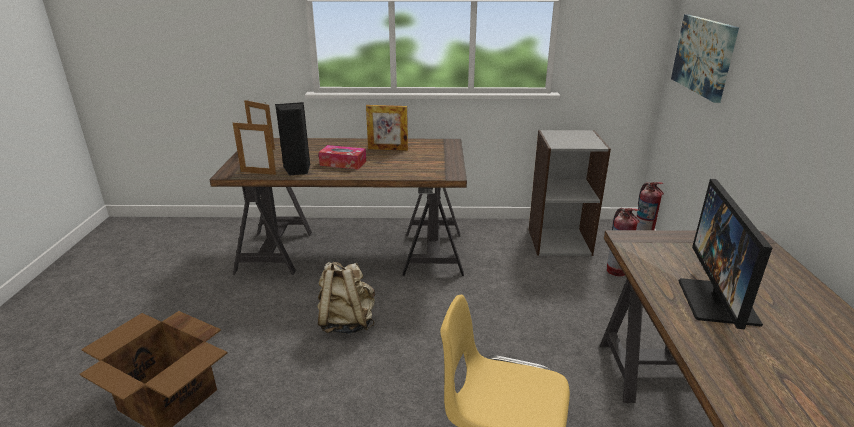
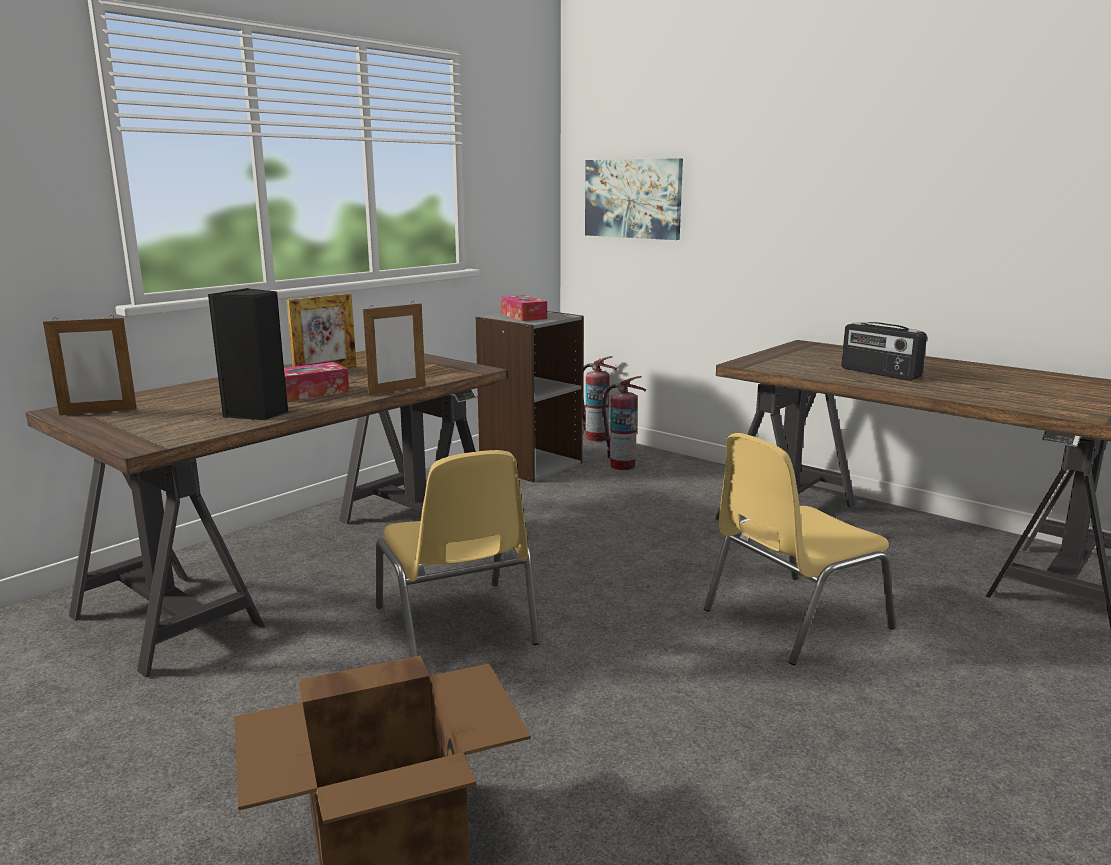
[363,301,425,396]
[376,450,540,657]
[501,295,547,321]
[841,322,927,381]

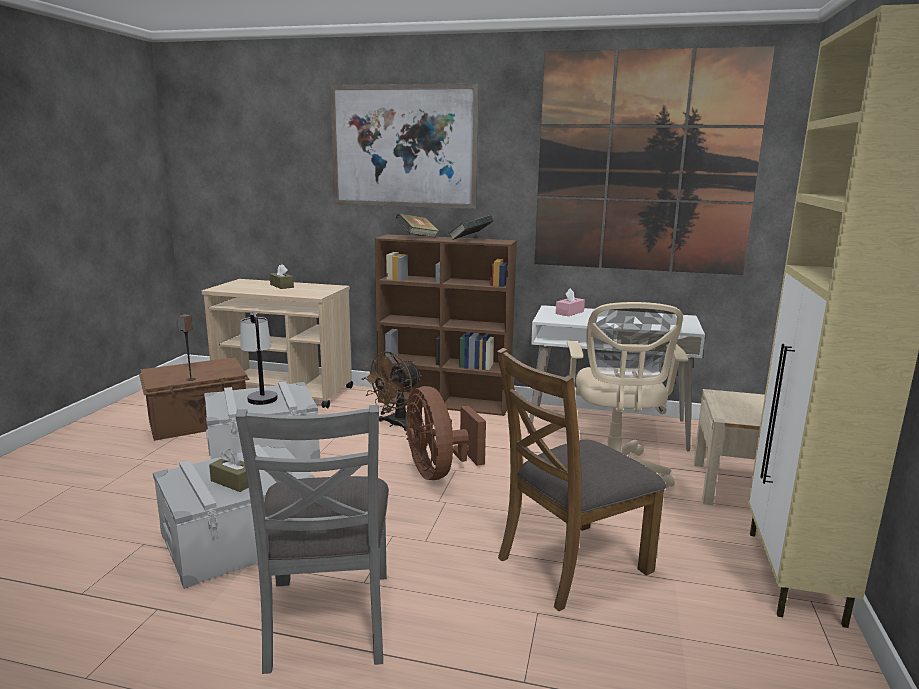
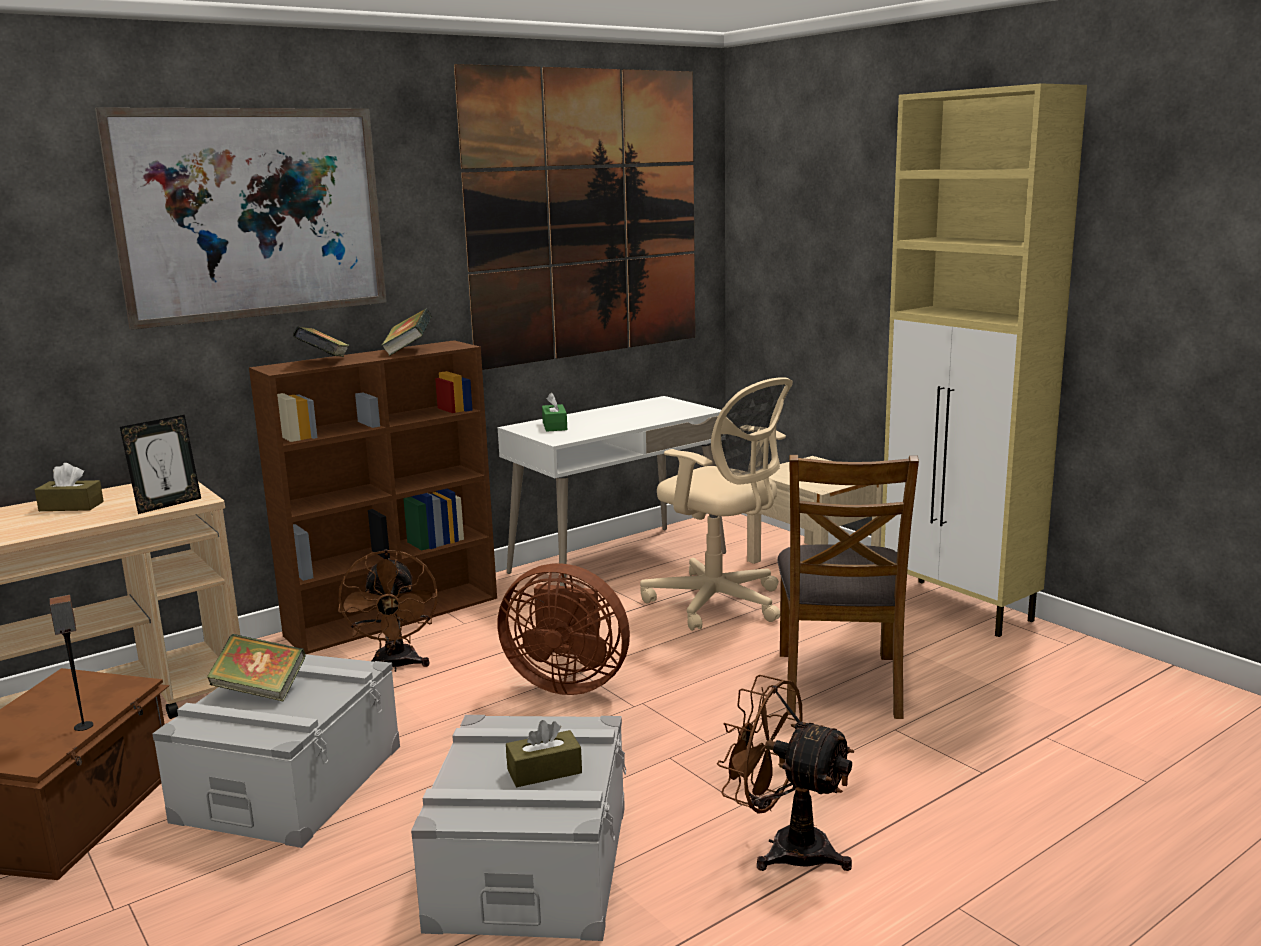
[120,415,201,514]
[207,634,306,702]
[542,392,567,432]
[717,674,854,871]

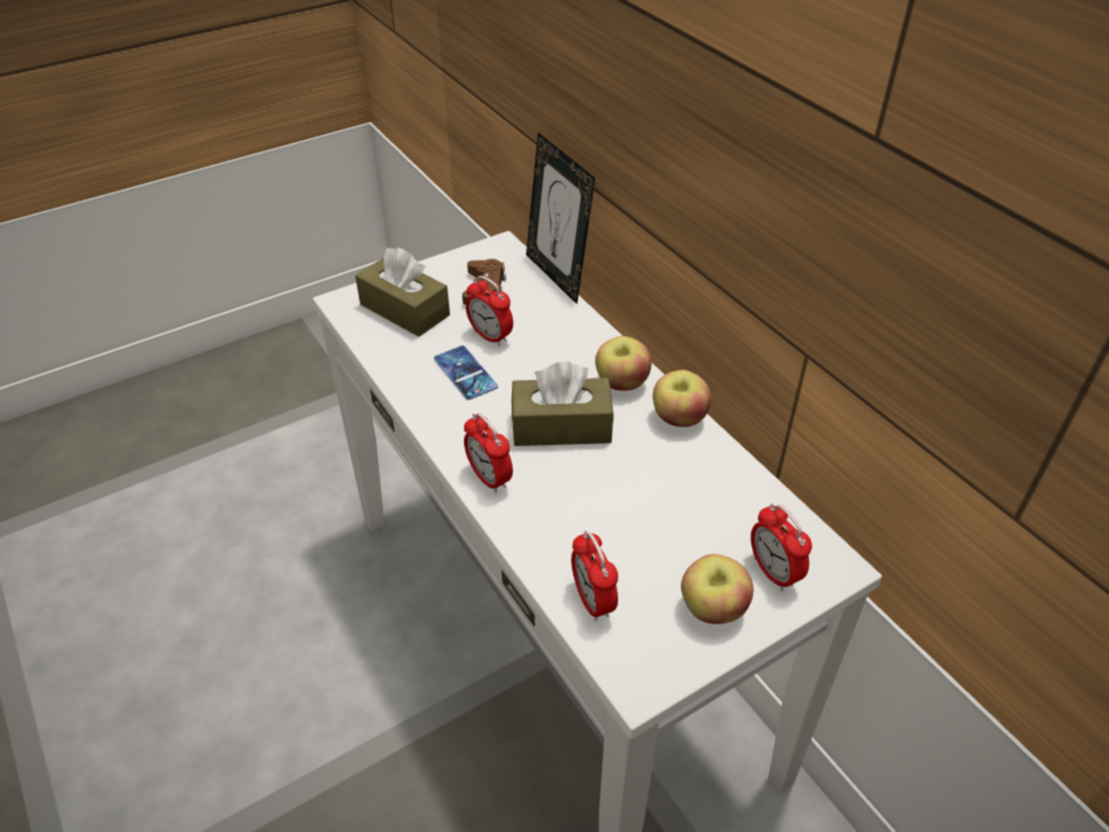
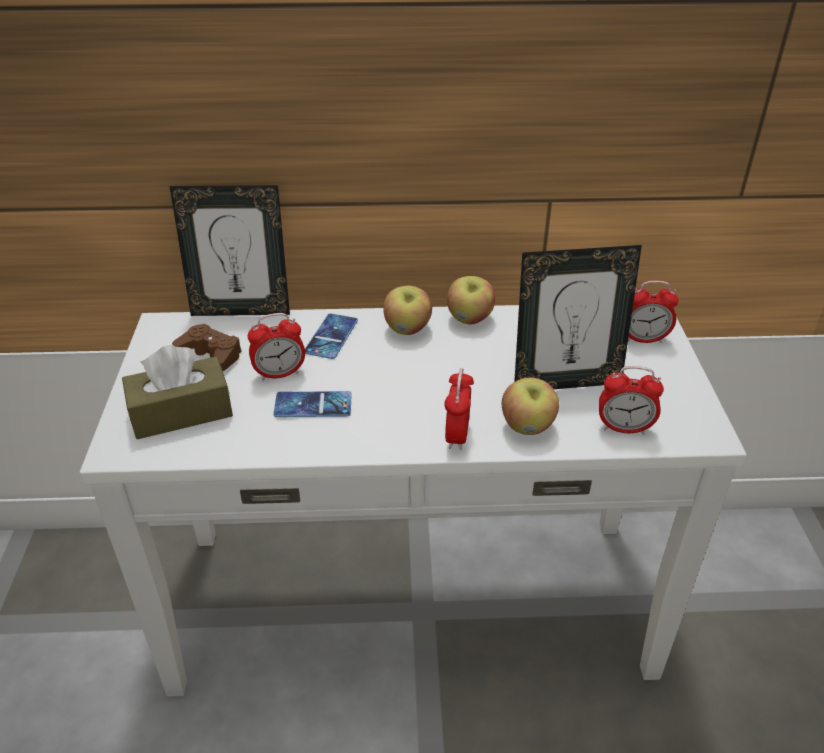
[305,313,358,359]
[444,368,474,450]
[502,377,559,435]
[514,245,642,389]
[512,361,614,446] (first image)

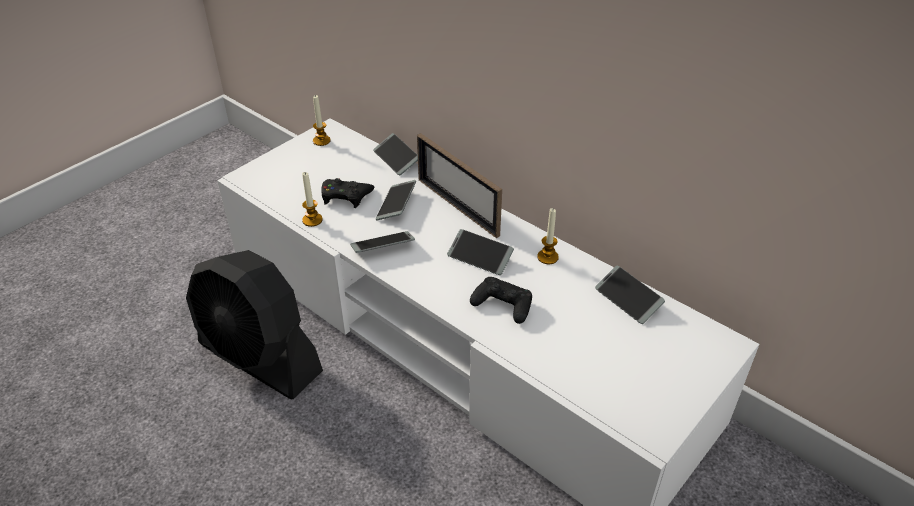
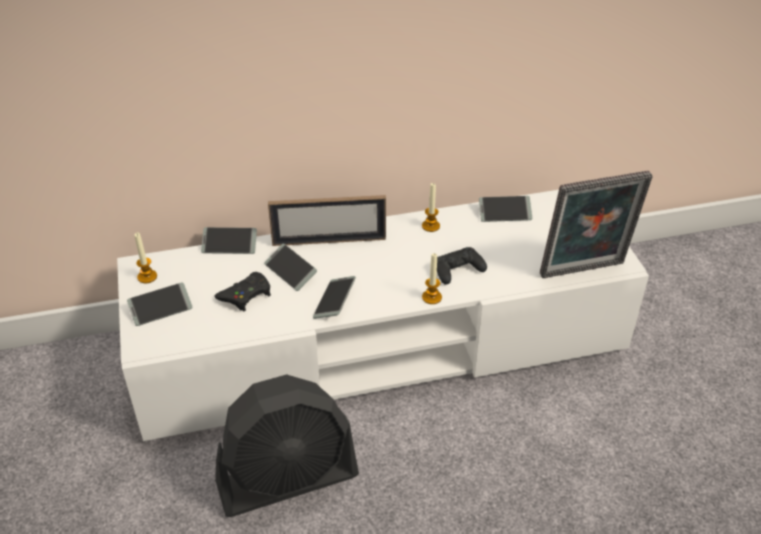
[127,283,192,326]
[422,253,442,304]
[540,171,653,278]

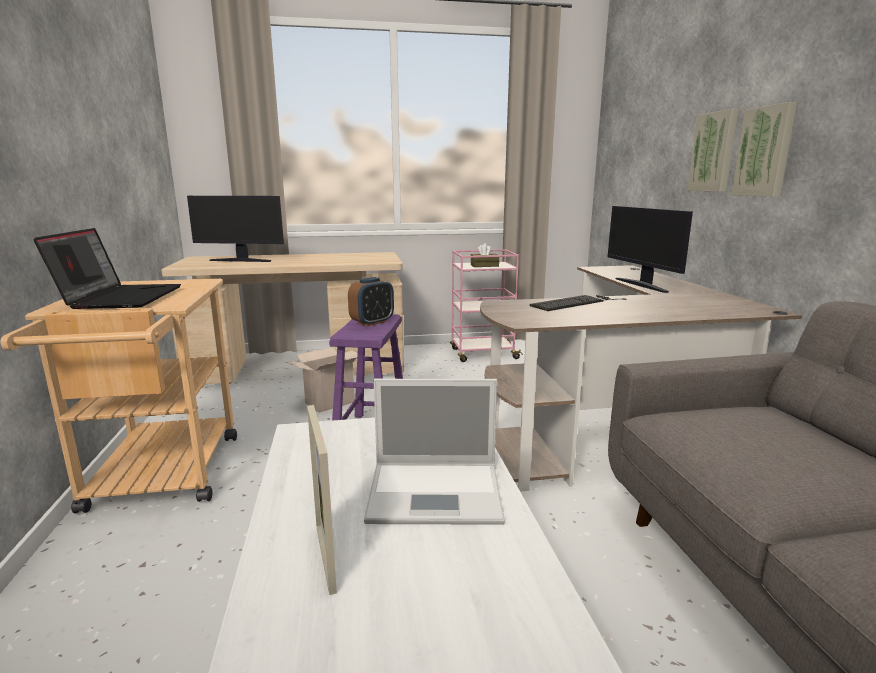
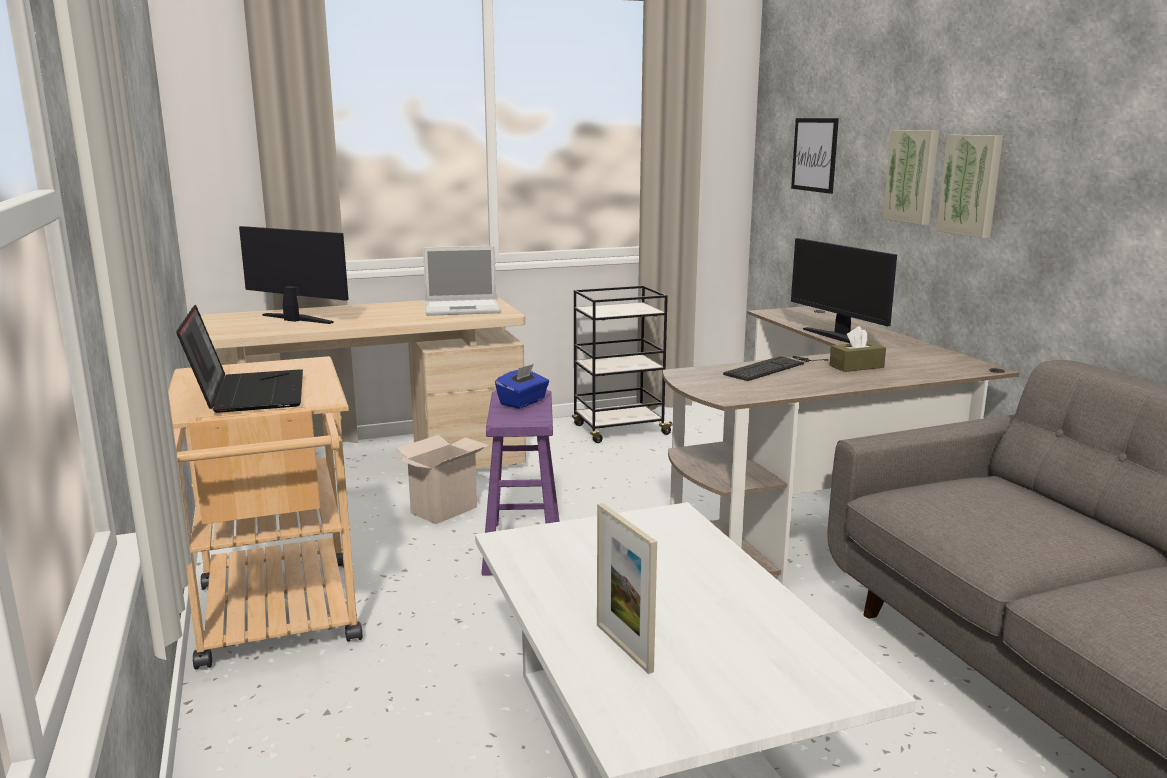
[239,226,349,324]
[423,246,501,316]
[495,364,549,409]
[572,286,673,443]
[791,118,839,194]
[829,326,886,372]

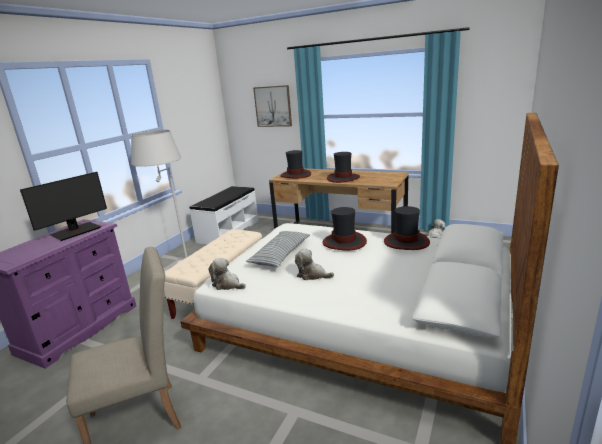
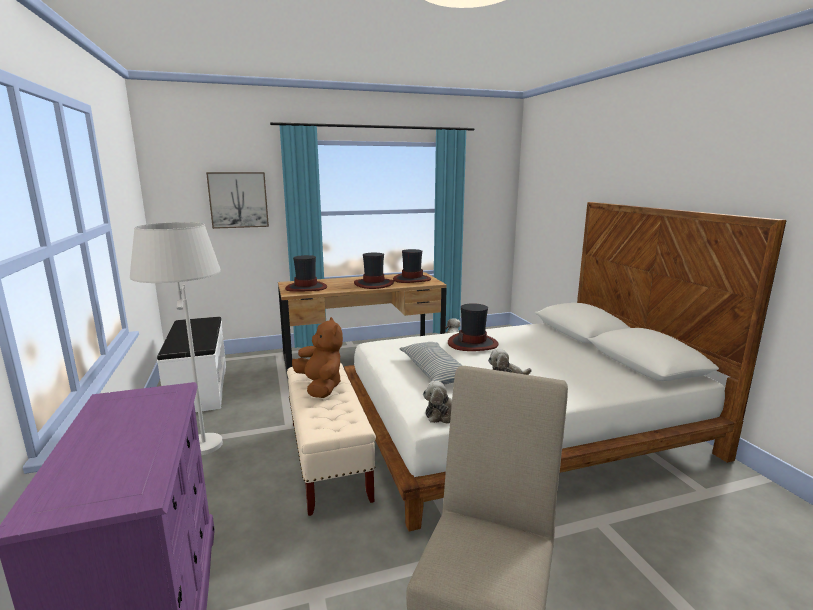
[292,317,343,398]
[393,249,431,283]
[20,172,107,241] (first image)

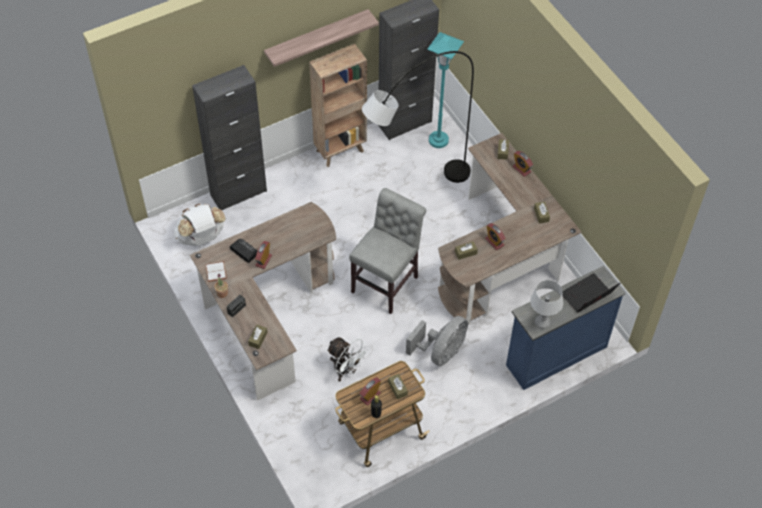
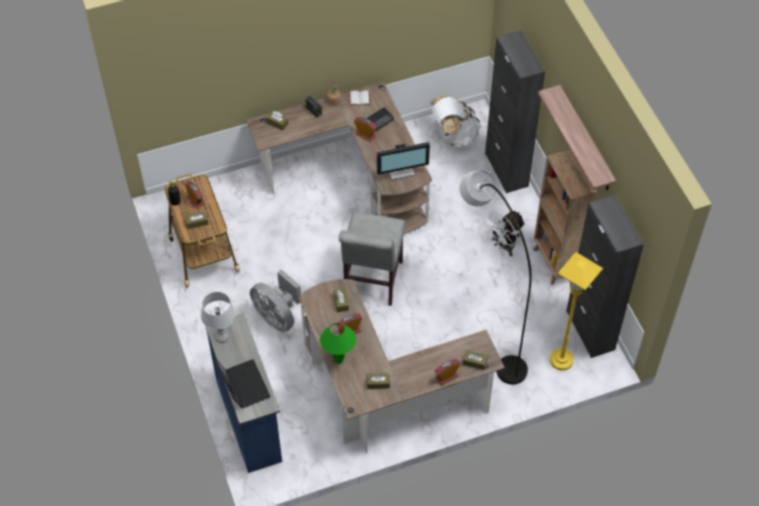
[320,323,356,364]
[339,212,405,306]
[377,142,430,181]
[483,211,525,256]
[550,252,603,371]

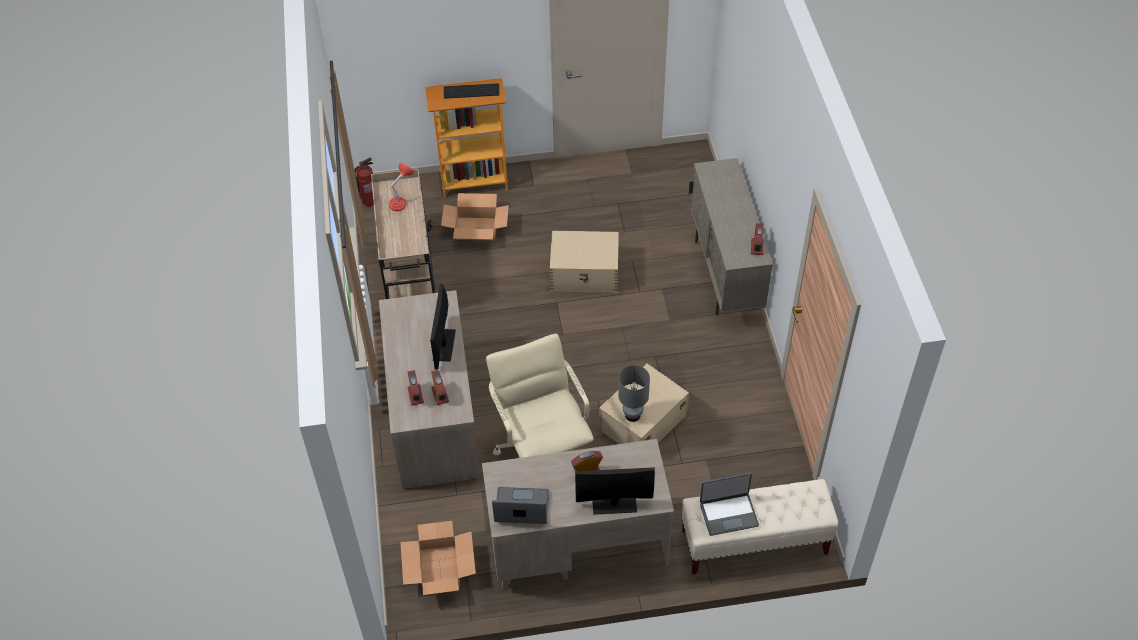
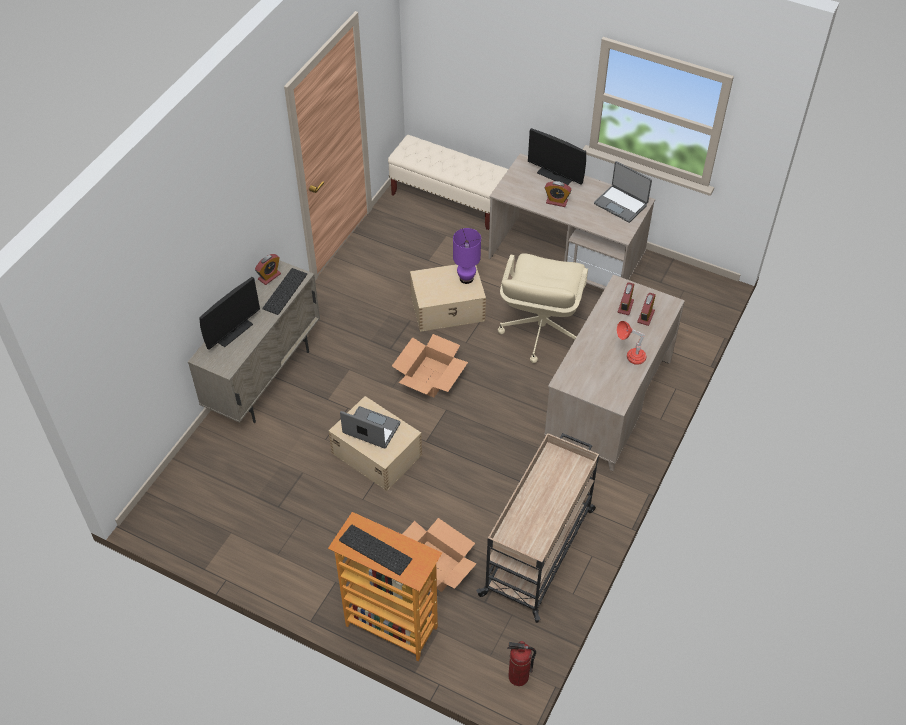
[199,277,260,350]
[262,268,307,315]
[340,406,400,449]
[392,334,468,397]
[453,228,481,284]
[617,321,646,365]

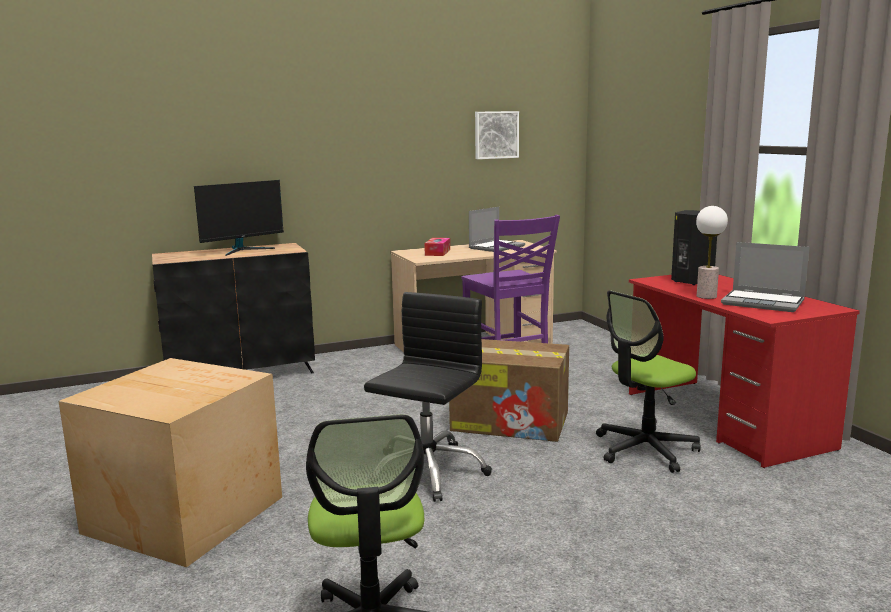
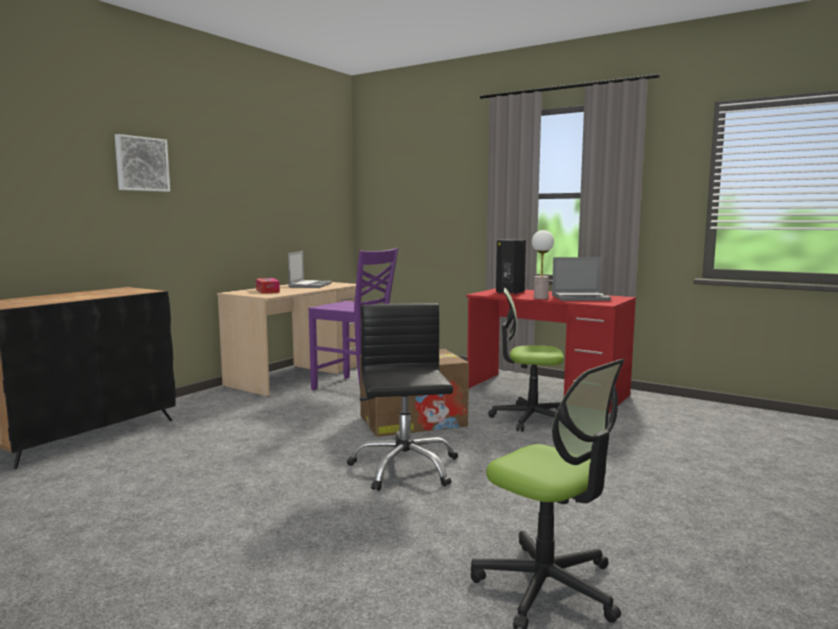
[115,134,170,192]
[488,288,564,432]
[59,358,282,567] (first image)
[194,180,284,256] (first image)

